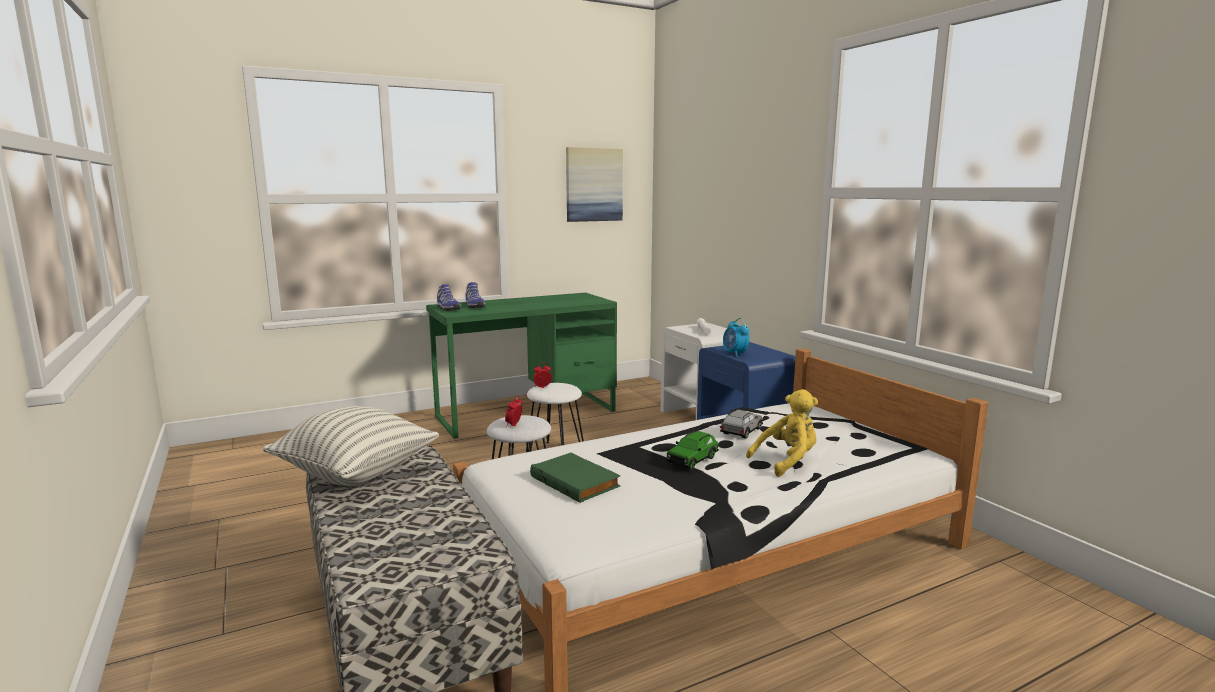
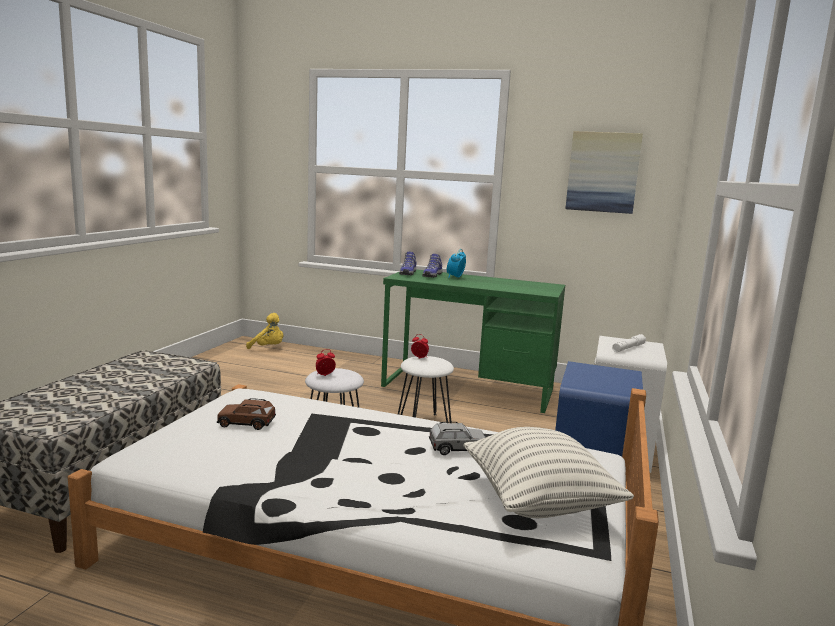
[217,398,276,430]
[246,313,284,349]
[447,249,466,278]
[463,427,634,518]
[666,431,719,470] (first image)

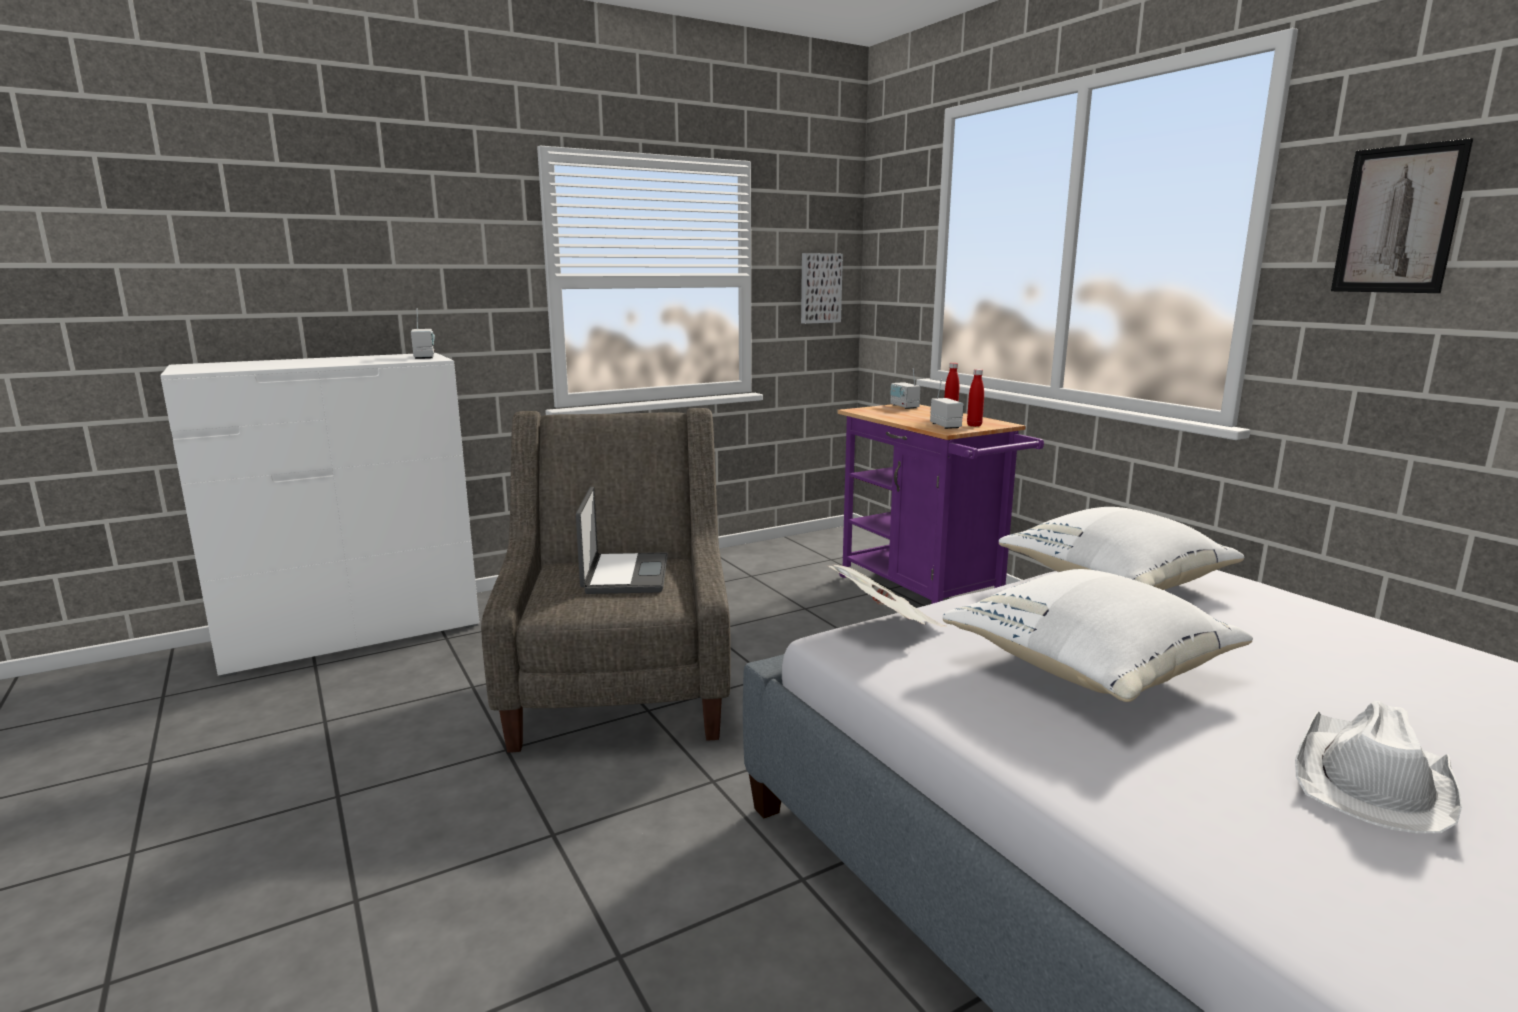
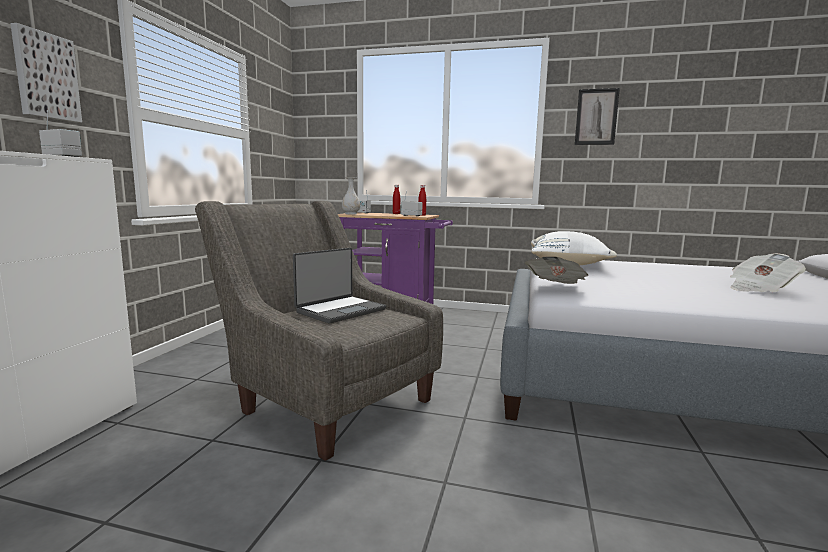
[10,23,82,123]
[293,248,386,323]
[342,177,360,215]
[730,253,806,292]
[943,569,1253,702] (first image)

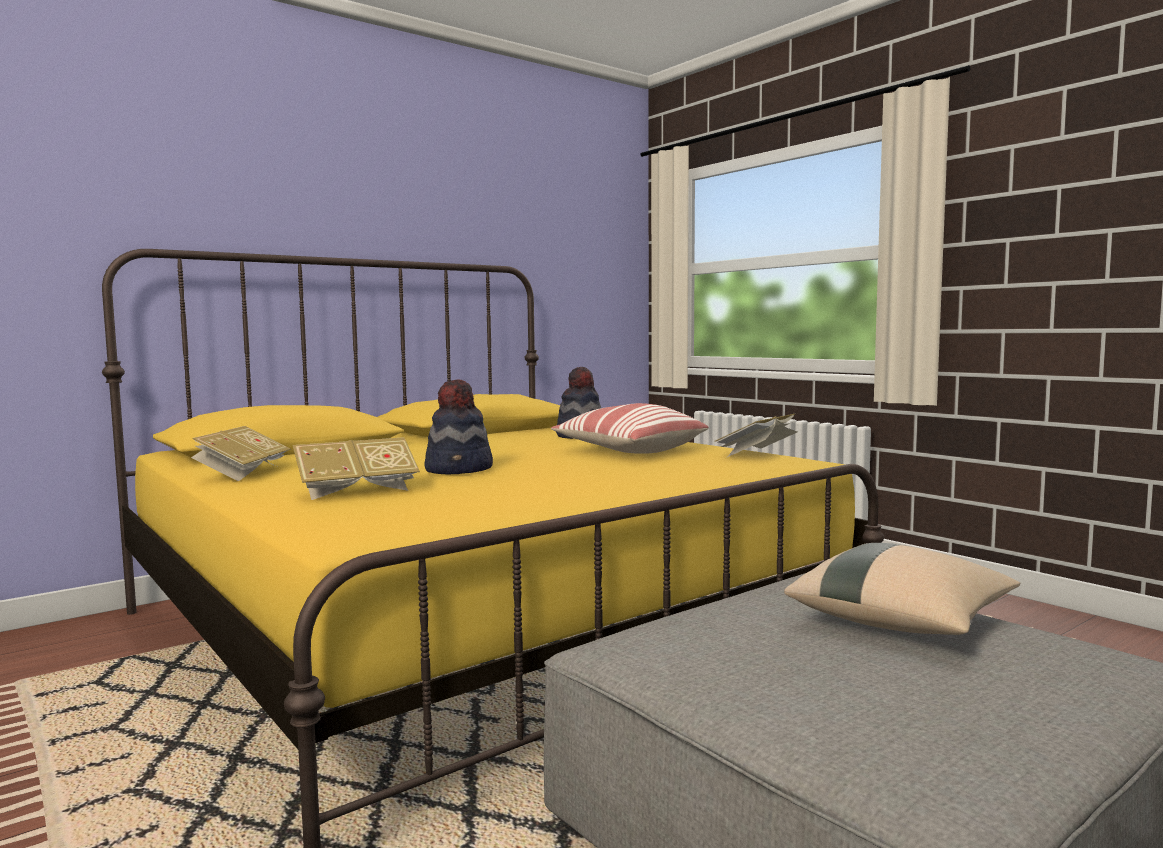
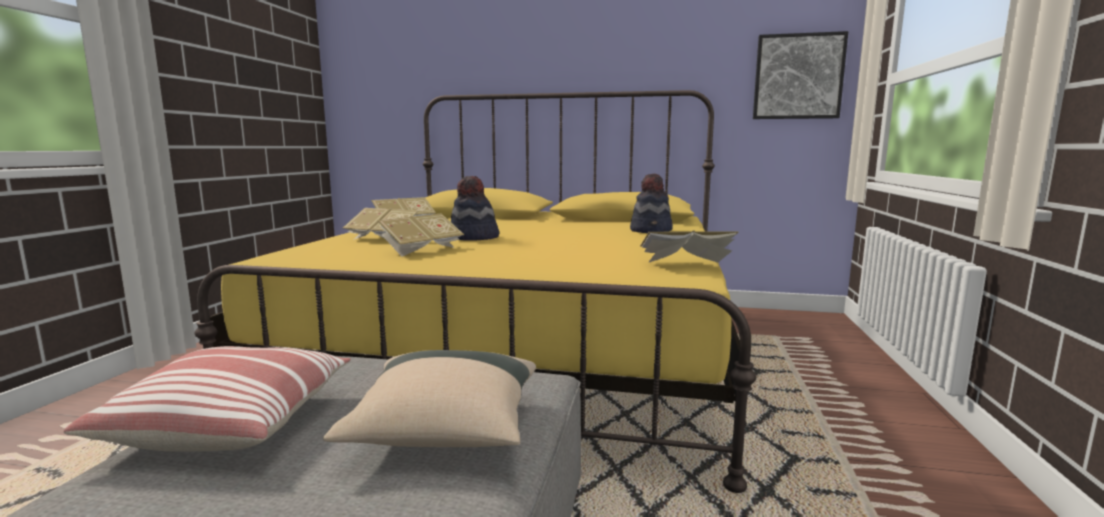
[64,346,351,452]
[377,213,464,256]
[753,31,848,119]

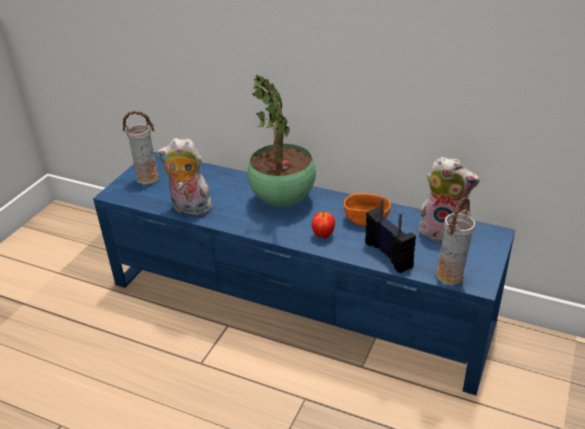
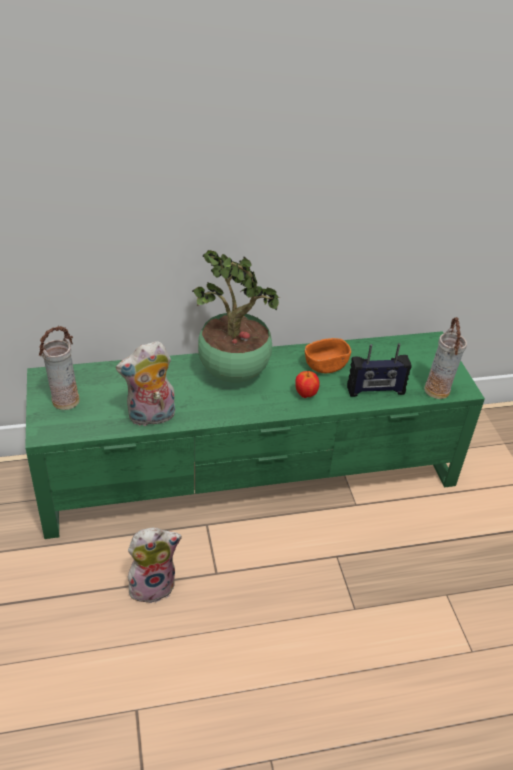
[25,331,485,539]
[128,527,182,603]
[347,343,412,397]

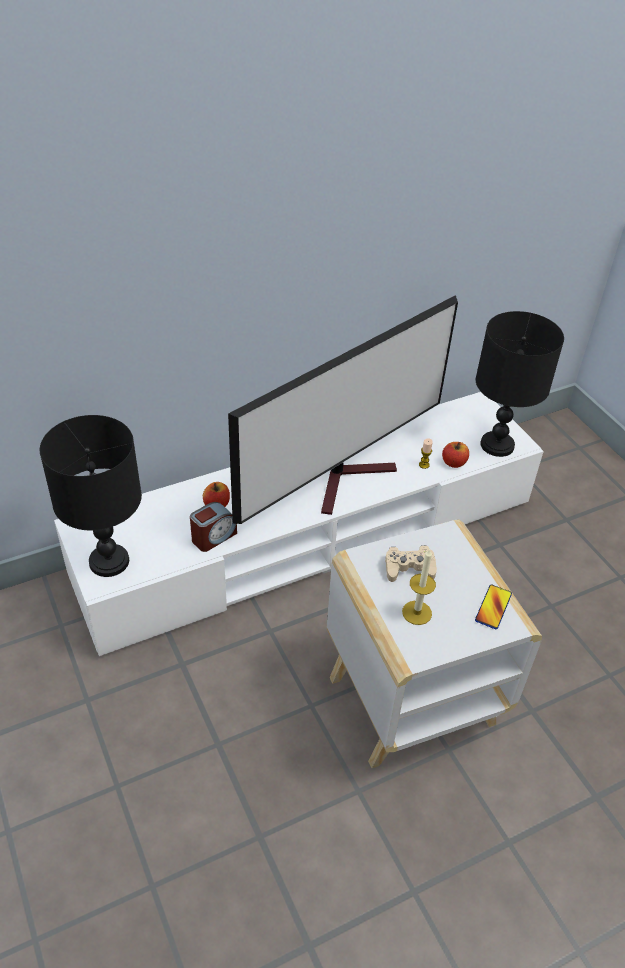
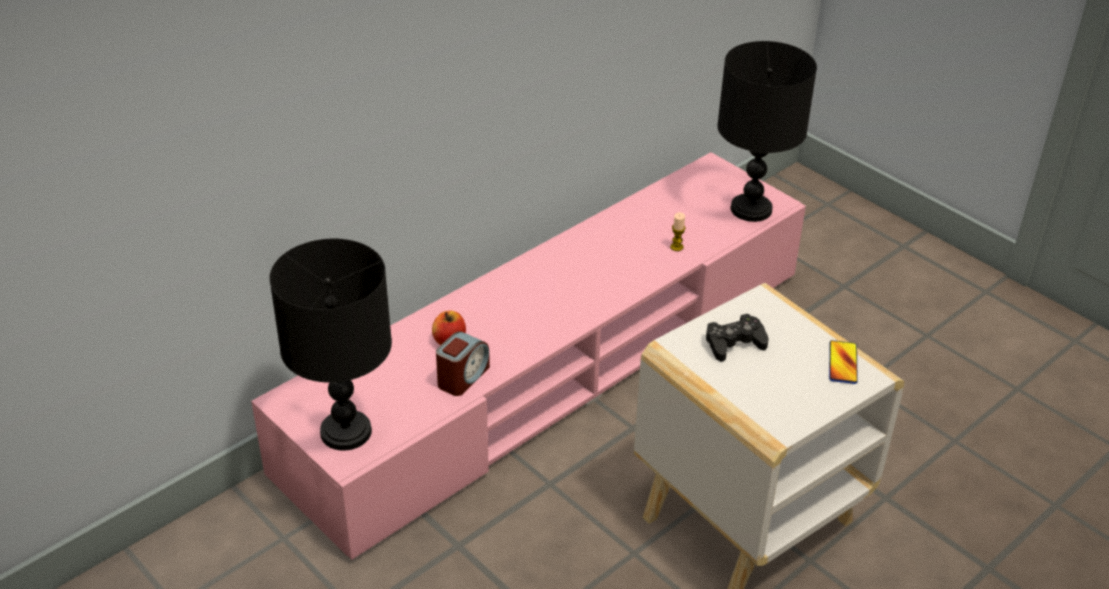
[251,152,806,560]
[706,314,768,362]
[228,295,458,524] (first image)
[402,549,436,625] (first image)
[442,442,469,468] (first image)

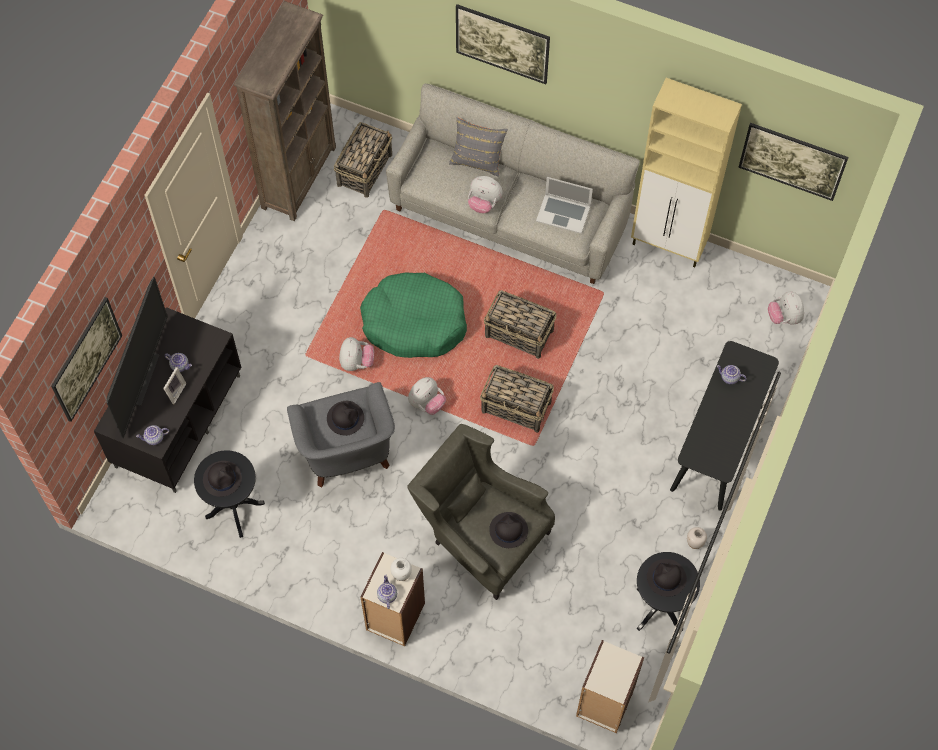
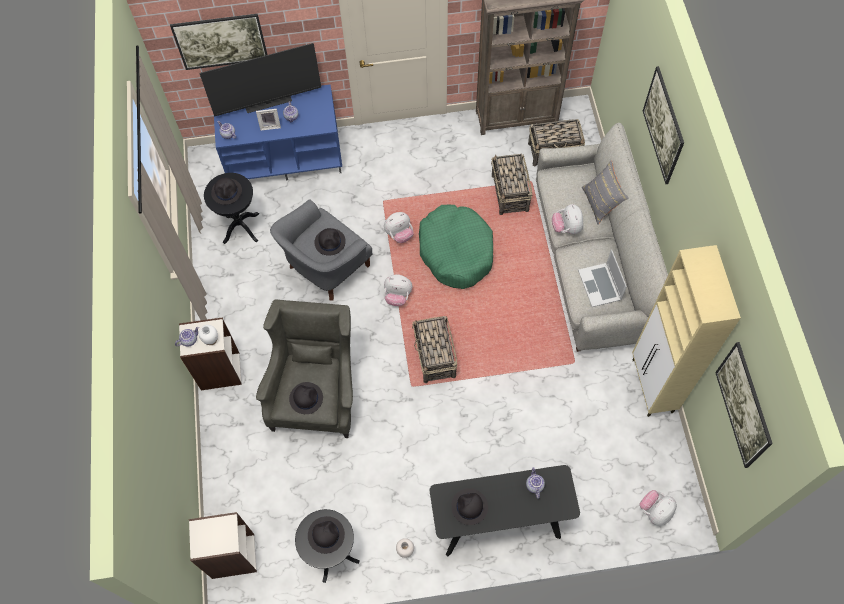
[214,84,342,181]
[451,488,488,525]
[491,154,532,215]

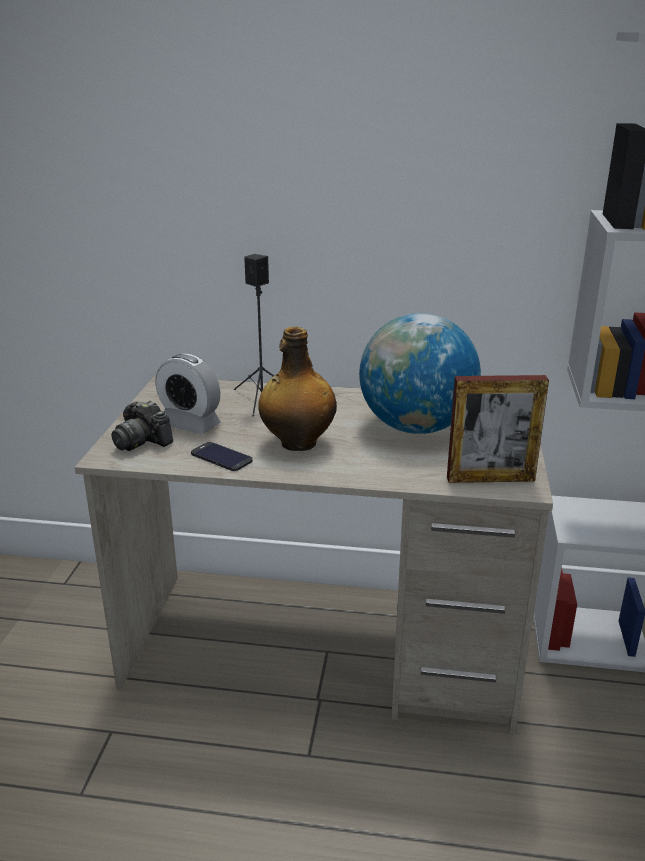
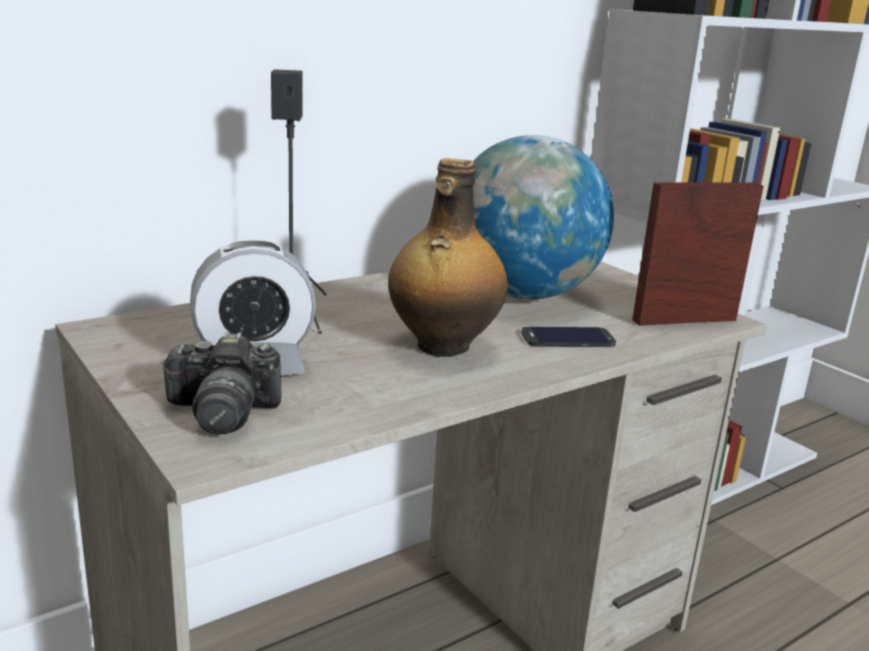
[522,327,616,347]
[632,182,764,326]

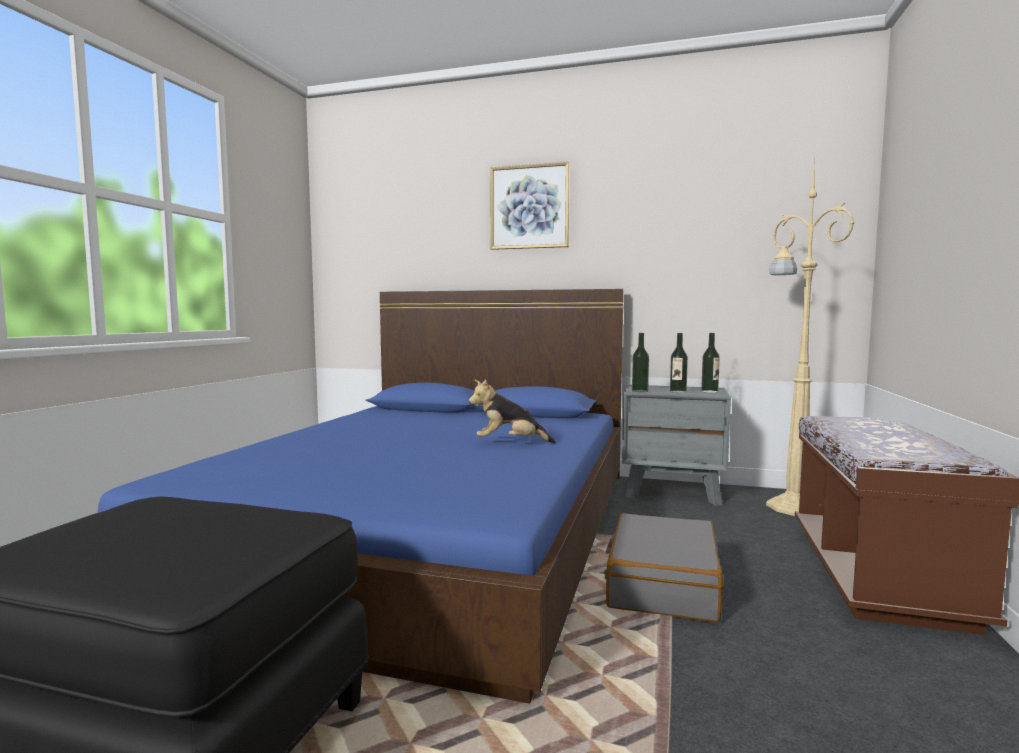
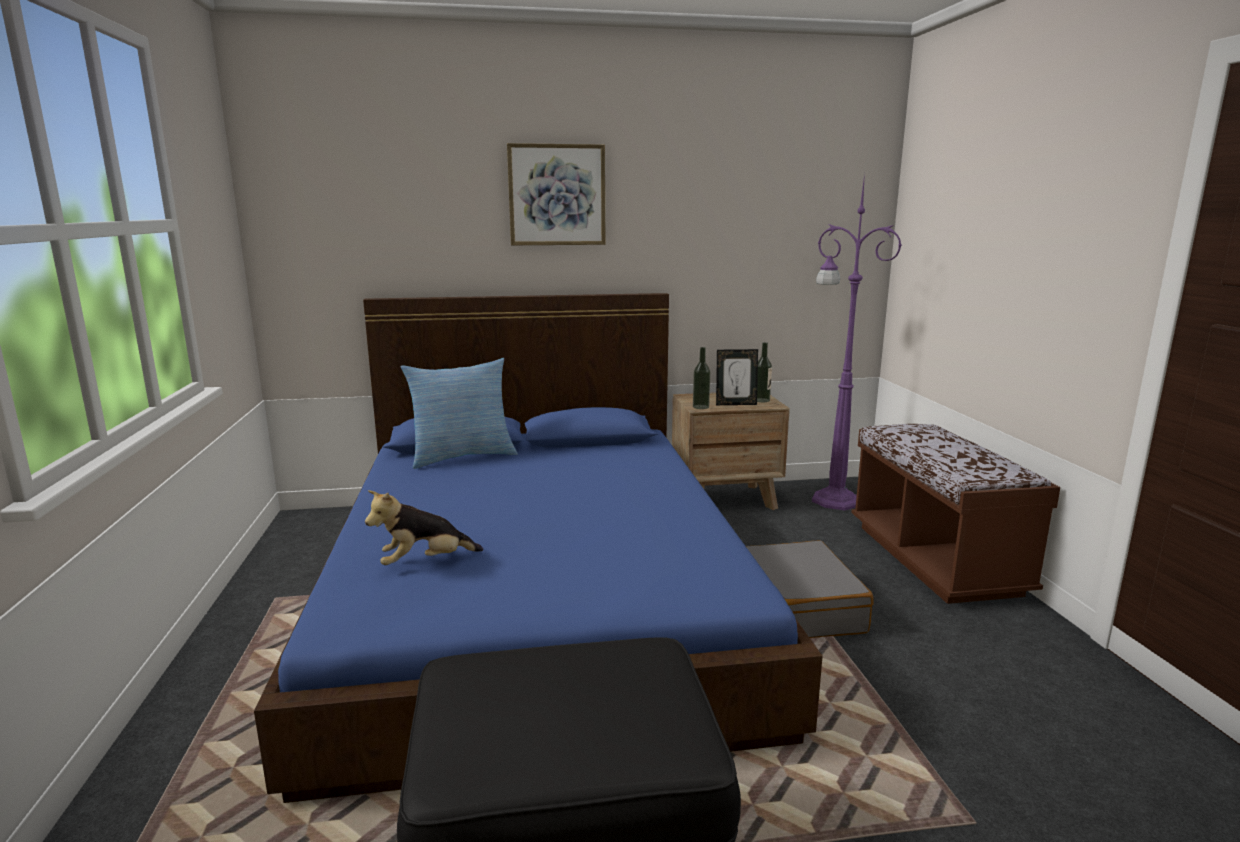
[365,490,483,565]
[401,358,518,469]
[672,393,790,510]
[716,349,758,405]
[812,173,902,511]

